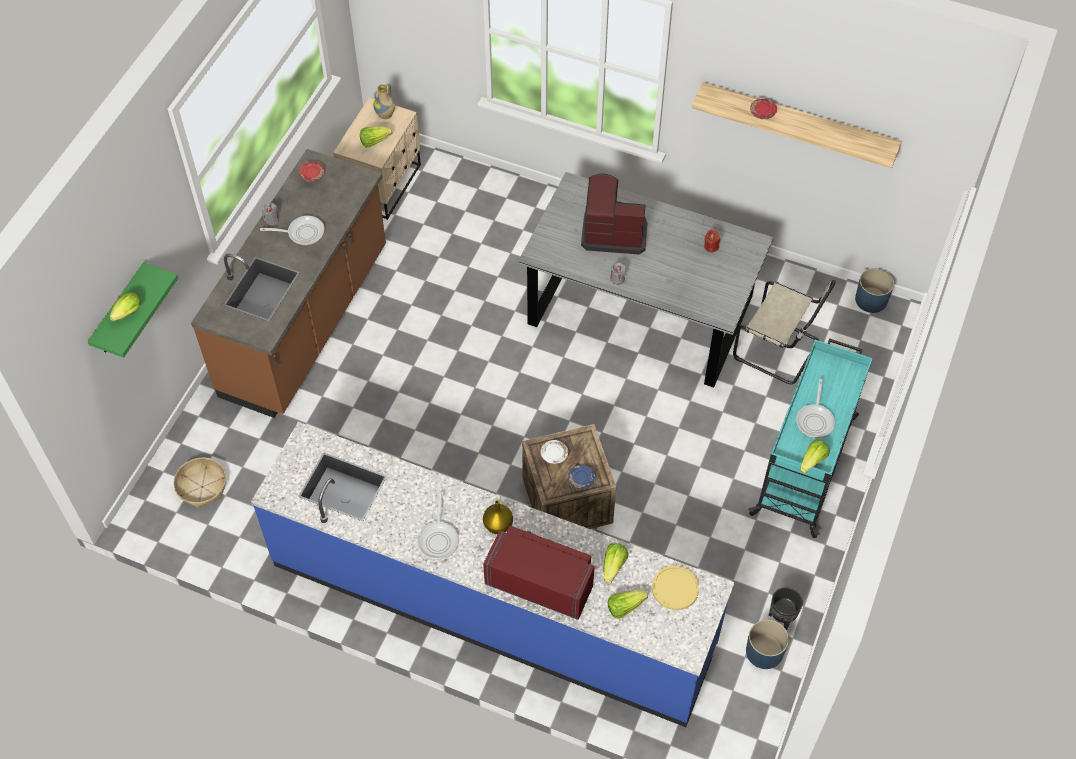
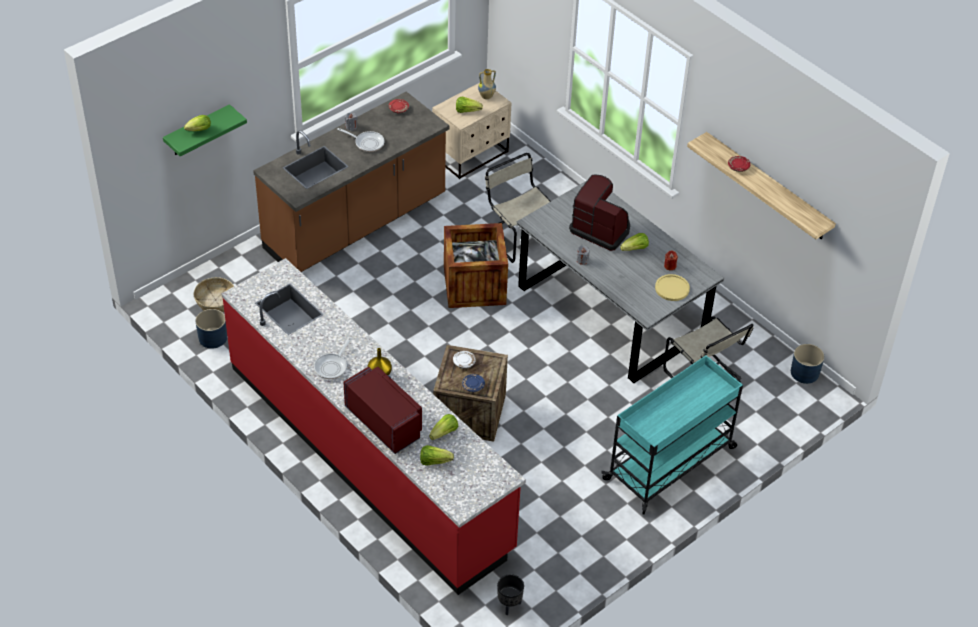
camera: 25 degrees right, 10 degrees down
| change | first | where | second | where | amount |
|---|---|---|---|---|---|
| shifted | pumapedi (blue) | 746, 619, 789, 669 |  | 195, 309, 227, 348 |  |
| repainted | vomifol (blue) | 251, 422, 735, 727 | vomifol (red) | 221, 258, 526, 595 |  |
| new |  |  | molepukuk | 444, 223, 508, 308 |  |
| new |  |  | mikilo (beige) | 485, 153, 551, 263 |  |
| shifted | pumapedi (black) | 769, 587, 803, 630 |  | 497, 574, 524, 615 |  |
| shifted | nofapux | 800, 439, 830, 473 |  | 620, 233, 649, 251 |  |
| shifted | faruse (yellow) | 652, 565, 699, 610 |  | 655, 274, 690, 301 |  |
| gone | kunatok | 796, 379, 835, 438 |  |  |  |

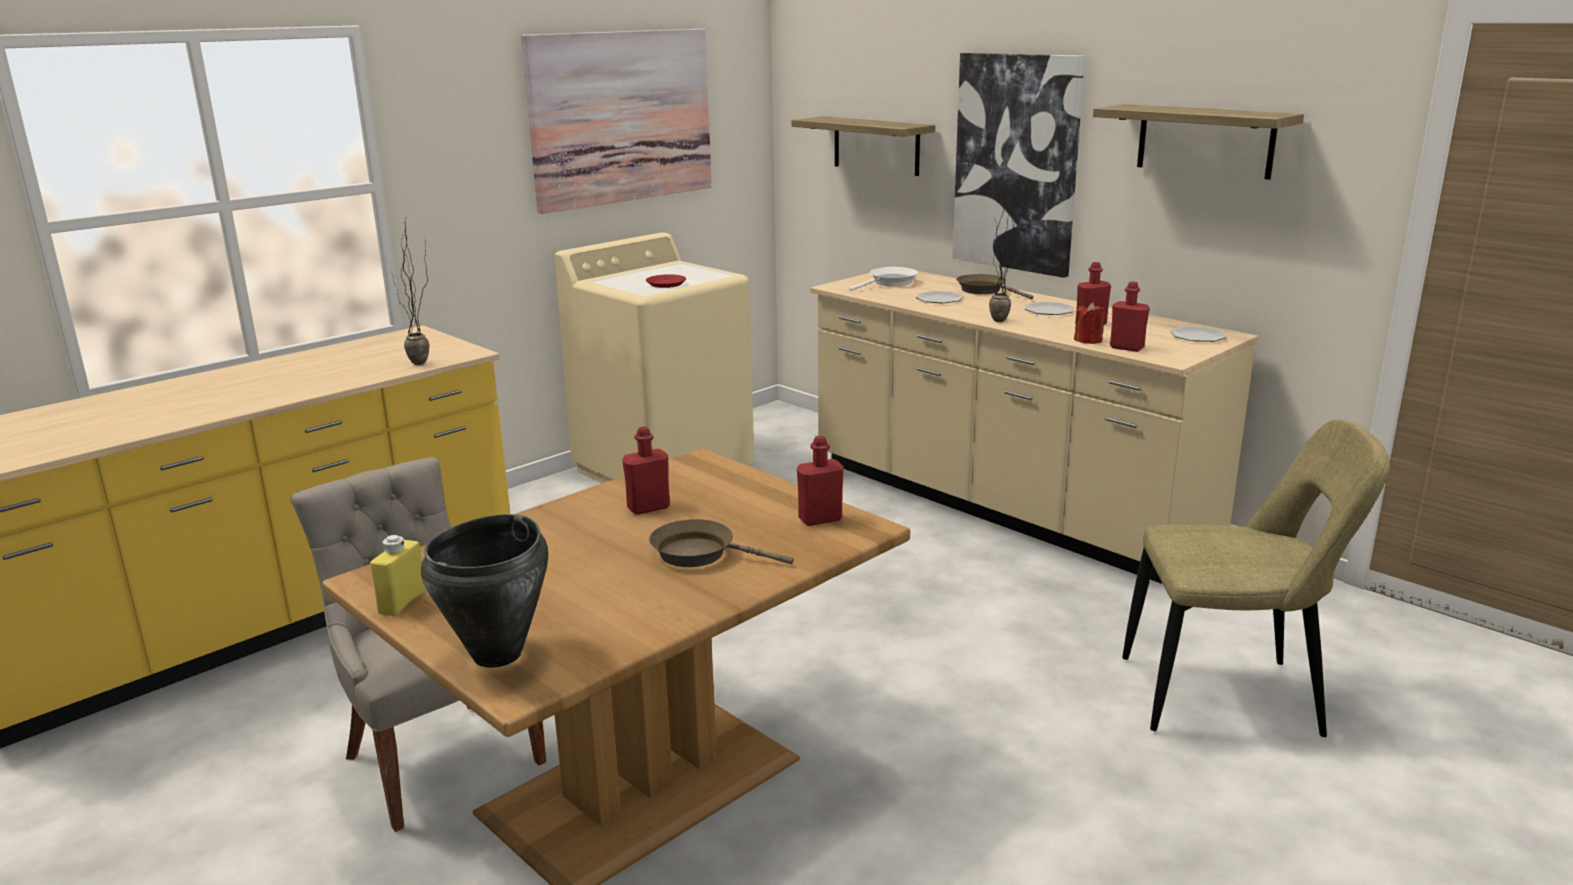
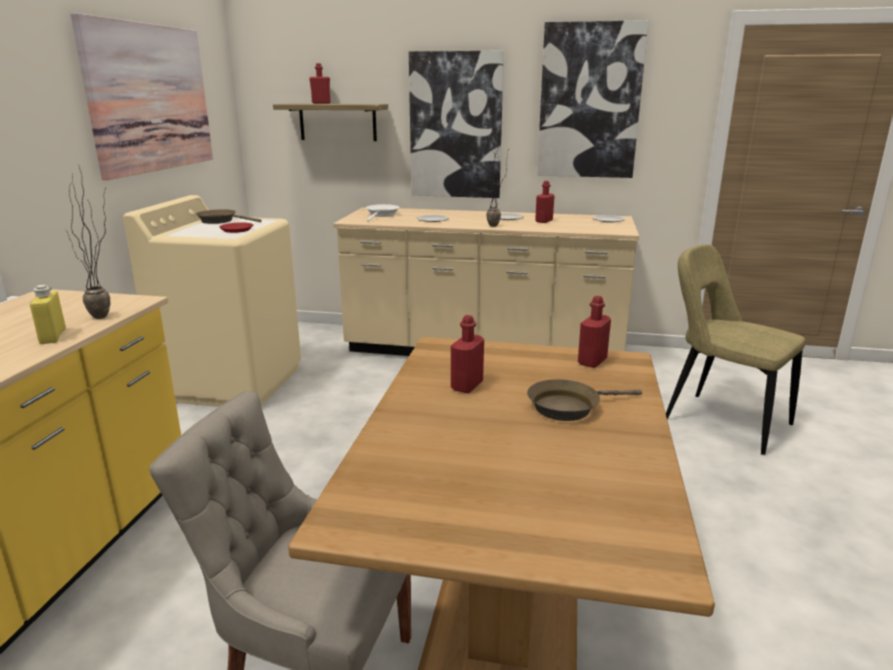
camera: 35 degrees left, 0 degrees up
| change | first | where | second | where | amount |
|---|---|---|---|---|---|
| shifted | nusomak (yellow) | 370, 535, 426, 616 |  | 30, 285, 66, 344 |  |
| shifted | kunatok (brown) | 956, 274, 1033, 299 |  | 196, 209, 261, 224 |  |
| shifted | nusomak (red) | 1110, 282, 1150, 352 |  | 309, 63, 330, 104 |  |
| swapped | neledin | 1093, 104, 1304, 180 | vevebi | 537, 20, 649, 178 |  |
| rotated | mikilo (beige) | 1122, 419, 1390, 737 |  | 666, 244, 805, 455 | 105 degrees counterclockwise |
| gone | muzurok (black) | 421, 514, 548, 668 |  |  |  |
| gone | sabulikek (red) | 1074, 302, 1105, 344 |  |  |  |

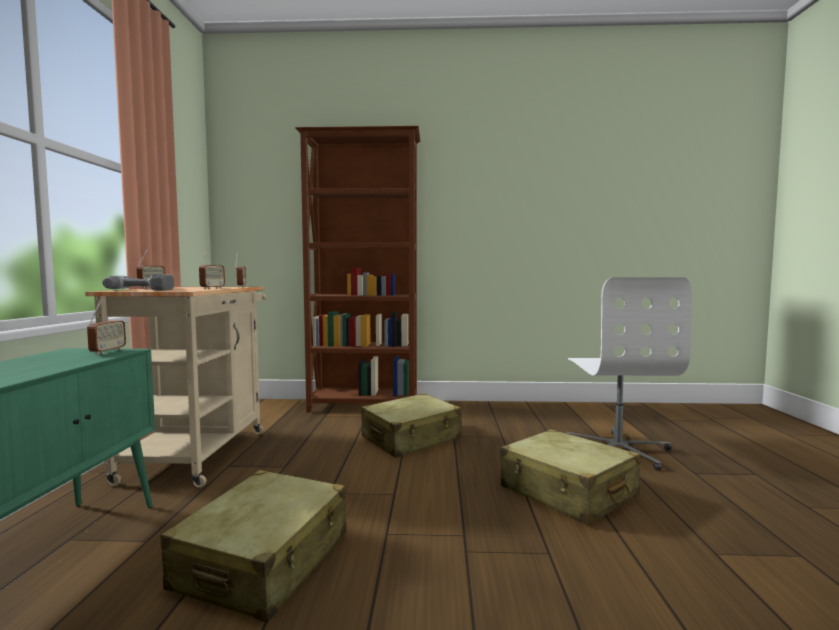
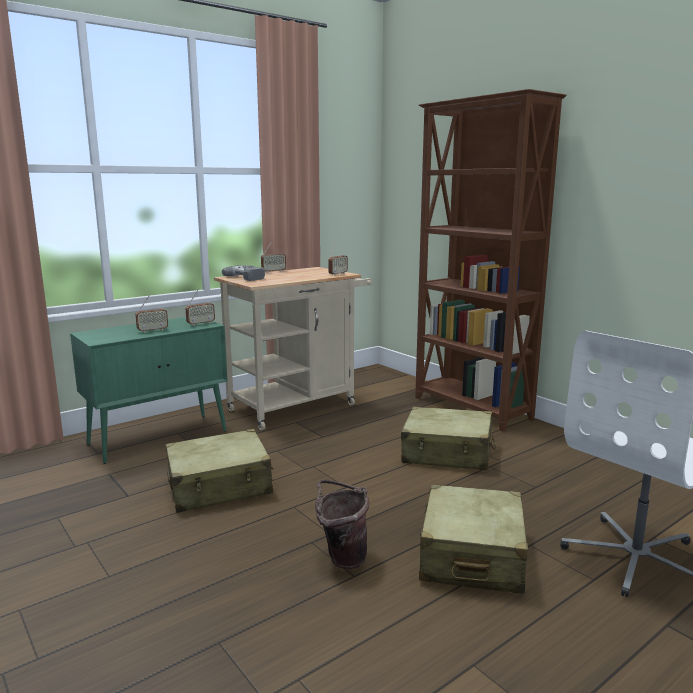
camera: 50 degrees right, 10 degrees up
| change | first | where | second | where | amount |
|---|---|---|---|---|---|
| shifted | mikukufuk | 199, 248, 225, 289 |  | 135, 294, 168, 333 |  |
| new |  |  | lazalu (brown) | 315, 479, 369, 569 |  |

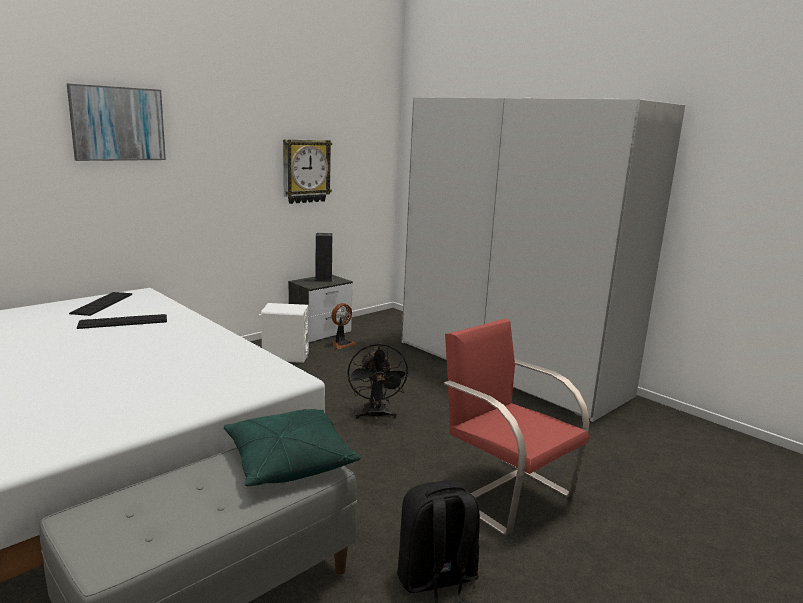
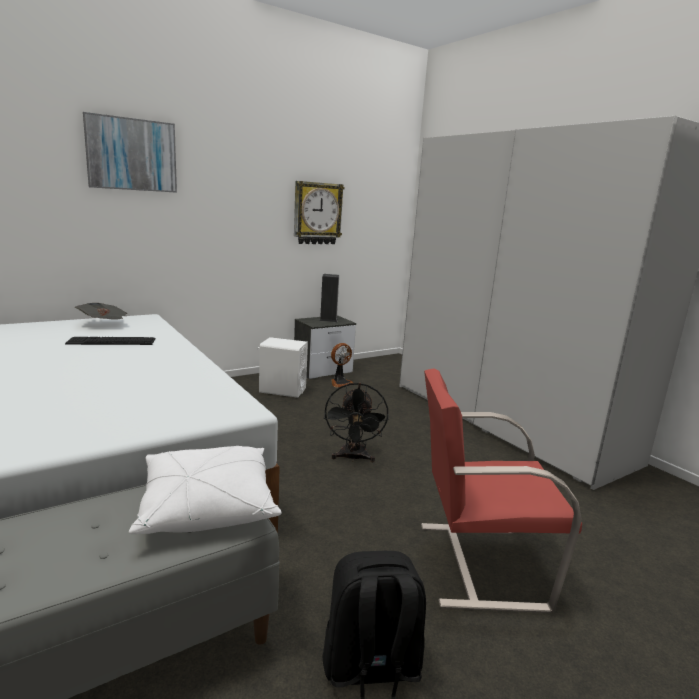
camera: 10 degrees right, 0 degrees up
| change | first | where | second | where | amount |
|---|---|---|---|---|---|
| swapped | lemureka | 69, 292, 132, 316 | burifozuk | 75, 303, 127, 319 |  |
| repainted | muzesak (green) | 224, 409, 361, 486 | muzesak (white) | 129, 446, 282, 534 |  |
| rotated | mikilo (red) | 444, 319, 590, 536 |  | 421, 368, 582, 613 | 60 degrees counterclockwise |

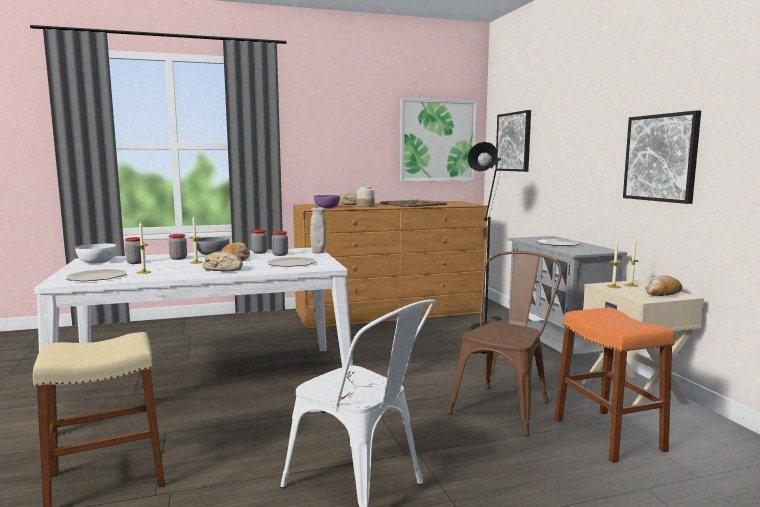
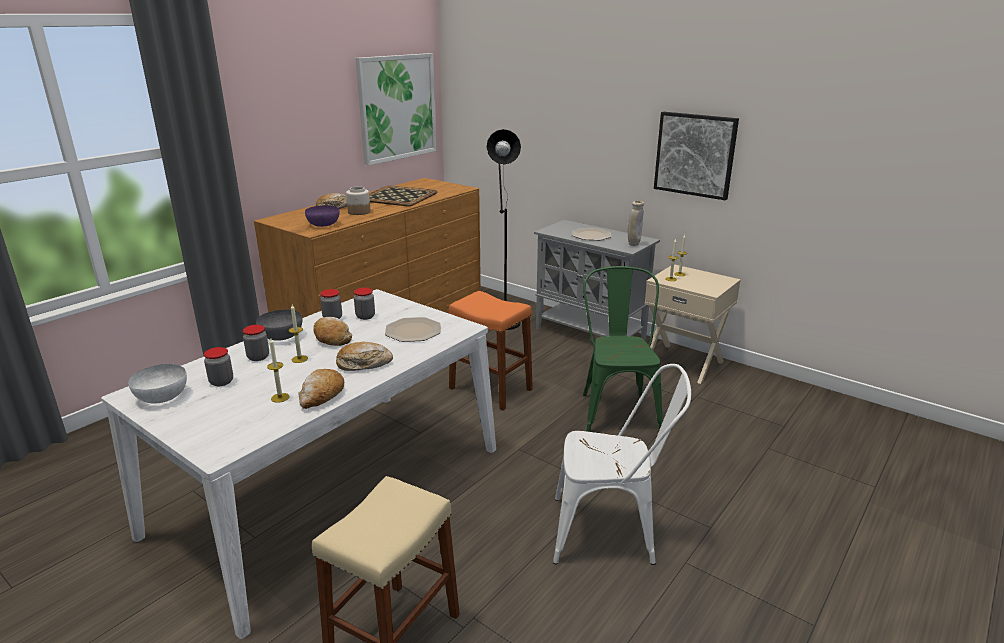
camera: 35 degrees left, 15 degrees up
| change | first | where | second | where | amount |
|---|---|---|---|---|---|
| shifted | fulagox | 645, 275, 682, 296 |  | 298, 369, 344, 409 |  |
| shifted | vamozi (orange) | 555, 307, 675, 463 |  | 449, 291, 533, 410 |  |
| repainted | mikilo (brown) | 448, 251, 562, 437 | mikilo (green) | 583, 266, 662, 432 |  |
| shifted | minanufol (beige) | 310, 207, 326, 254 |  | 628, 201, 644, 246 |  |
| gone | faruse | 66, 269, 126, 281 |  |  |  |
| gone | vevebi | 496, 110, 531, 172 |  |  |  |

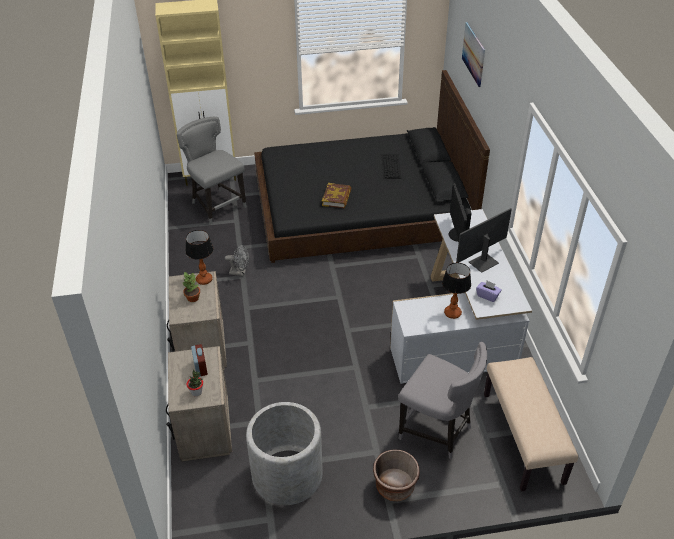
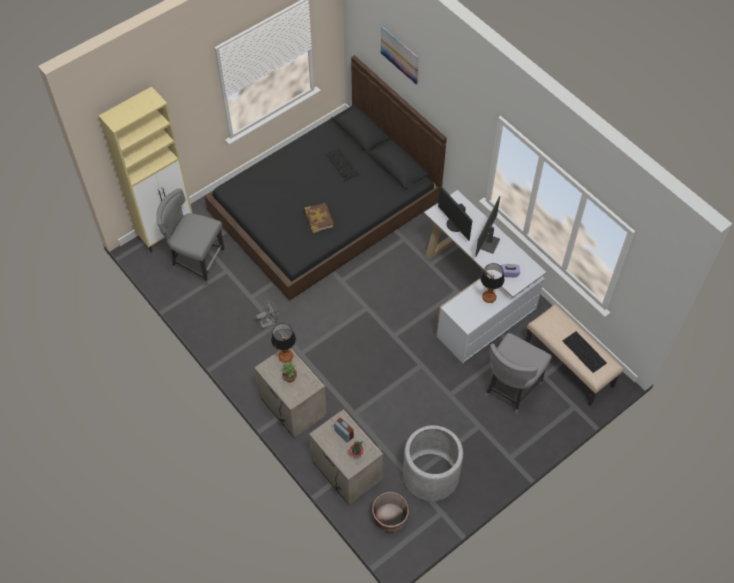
camera: 30 degrees left, 15 degrees up
| change | first | where | second | where | amount |
|---|---|---|---|---|---|
| shifted | pumapedi (brown) | 373, 450, 420, 501 |  | 372, 492, 409, 532 |  |
| rotated | mikilo (grey) | 398, 342, 487, 460 |  | 485, 333, 552, 414 | 120 degrees clockwise |
| new |  |  | lemureka | 562, 331, 607, 373 |  |

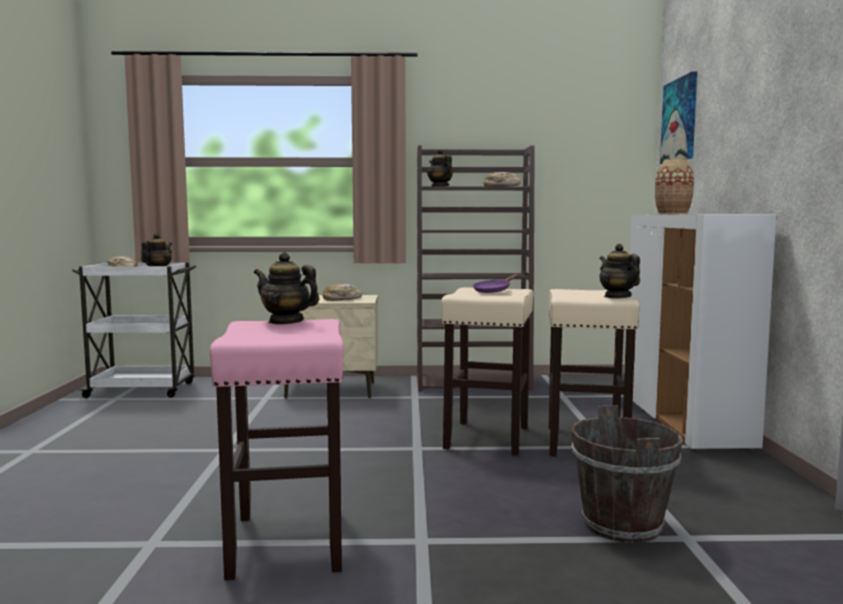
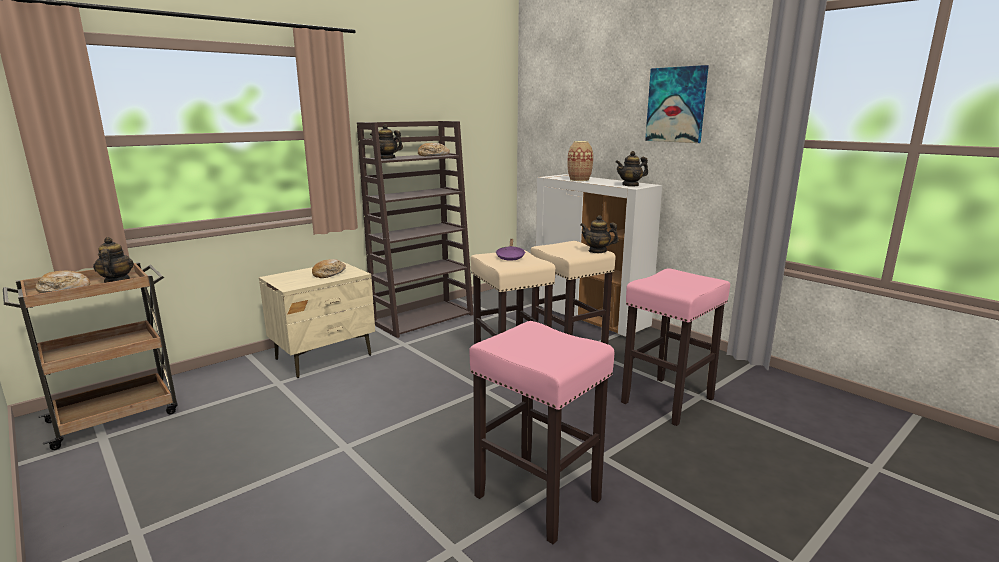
camera: 40 degrees left, 10 degrees up
| change | first | where | second | where | amount |
|---|---|---|---|---|---|
| repainted | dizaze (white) | 72, 263, 196, 398 | dizaze (brown) | 3, 262, 178, 450 |  |
| shifted | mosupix | 254, 252, 319, 325 |  | 616, 151, 648, 186 |  |
| swapped | lazalu (brown) | 571, 406, 683, 543 | vamozi (pink) | 621, 268, 730, 426 |  |
| shifted | vevebi | 660, 72, 697, 164 |  | 645, 65, 709, 143 |  |

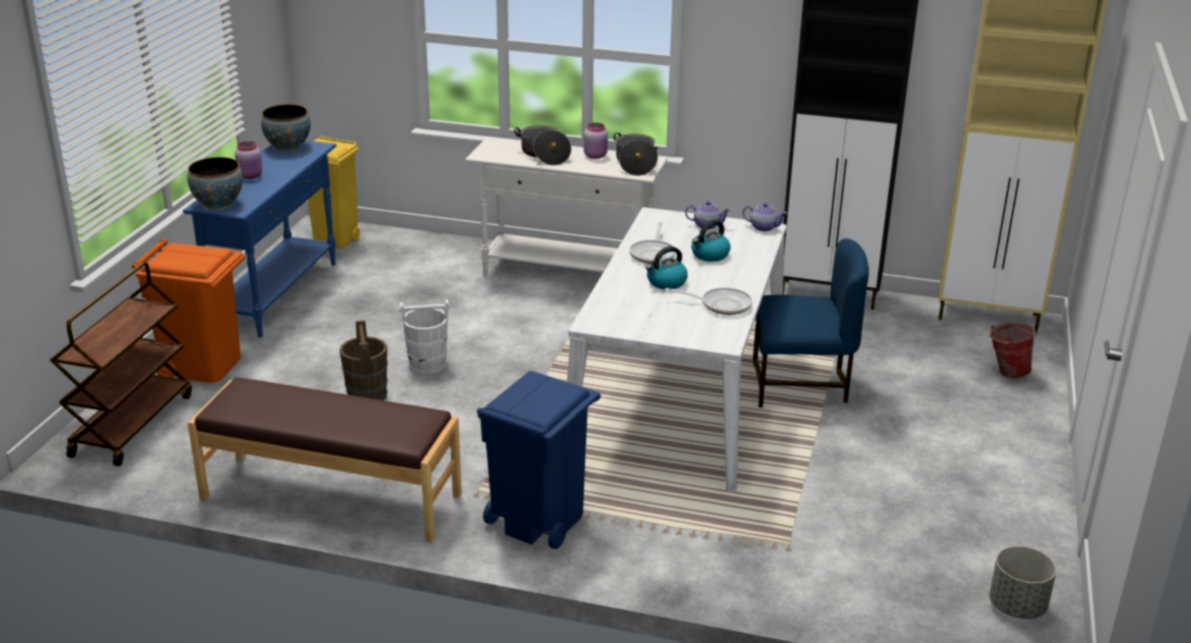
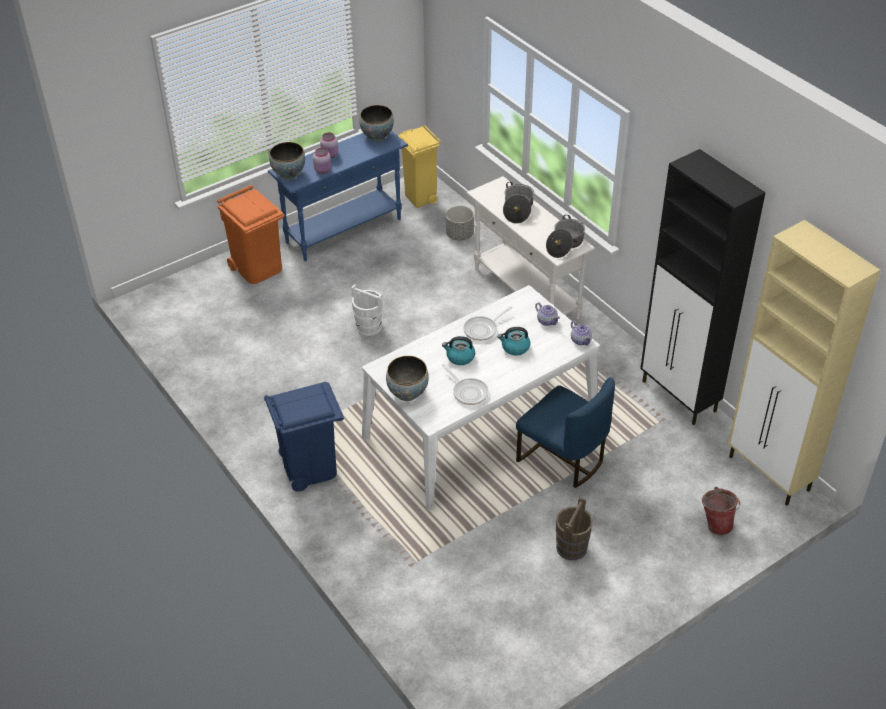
camera: 40 degrees right, 15 degrees up
| change | first | where | second | where | amount |
|---|---|---|---|---|---|
| shifted | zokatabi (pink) | 584, 123, 608, 159 |  | 313, 148, 331, 174 |  |
| new |  |  | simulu | 386, 356, 429, 401 |  |
| shifted | pumapedi (grey) | 989, 546, 1057, 619 |  | 446, 206, 474, 241 |  |
| shifted | lazalu (brown) | 339, 320, 388, 401 |  | 556, 497, 593, 560 |  |
| gone | dizaze (brown) | 50, 262, 192, 466 |  |  |  |
| gone | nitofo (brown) | 188, 377, 462, 543 |  |  |  |

